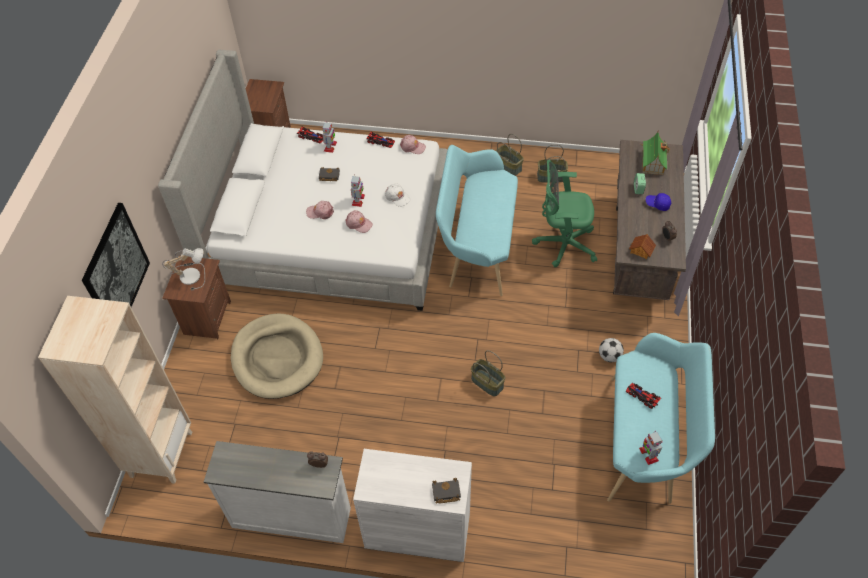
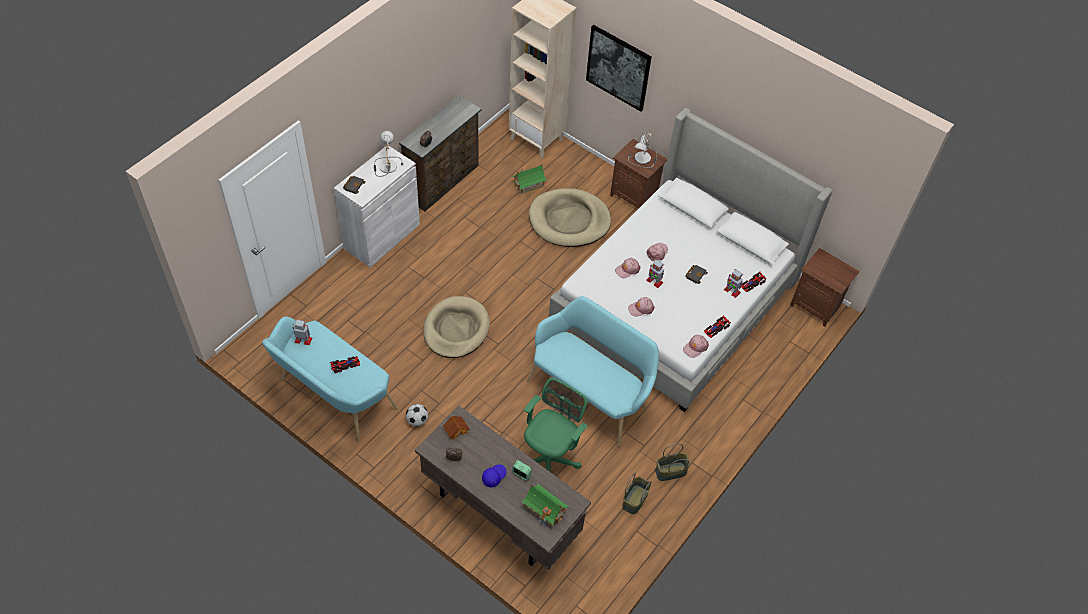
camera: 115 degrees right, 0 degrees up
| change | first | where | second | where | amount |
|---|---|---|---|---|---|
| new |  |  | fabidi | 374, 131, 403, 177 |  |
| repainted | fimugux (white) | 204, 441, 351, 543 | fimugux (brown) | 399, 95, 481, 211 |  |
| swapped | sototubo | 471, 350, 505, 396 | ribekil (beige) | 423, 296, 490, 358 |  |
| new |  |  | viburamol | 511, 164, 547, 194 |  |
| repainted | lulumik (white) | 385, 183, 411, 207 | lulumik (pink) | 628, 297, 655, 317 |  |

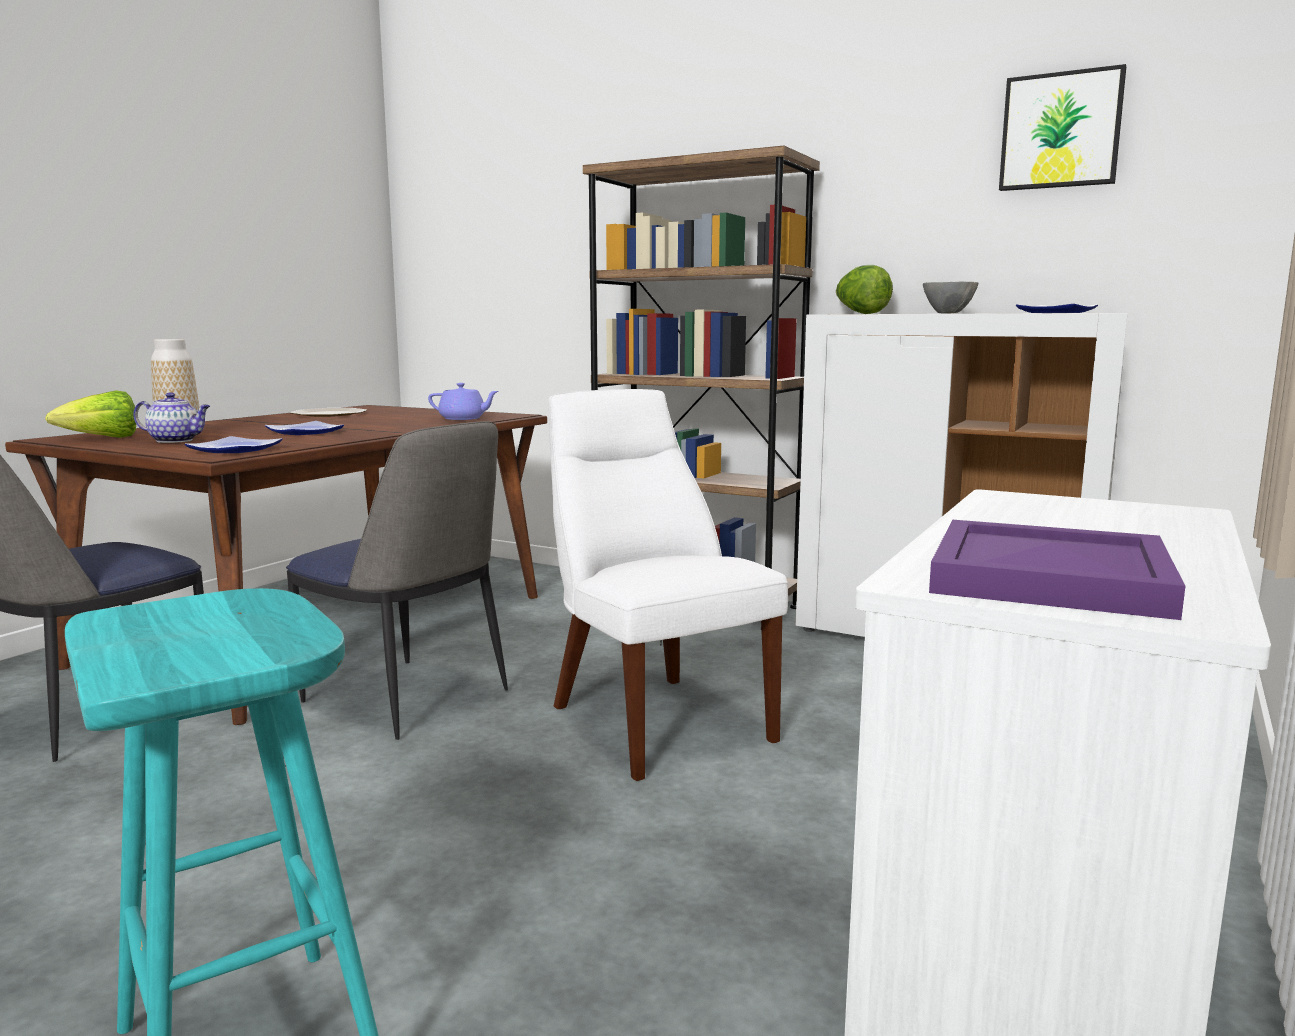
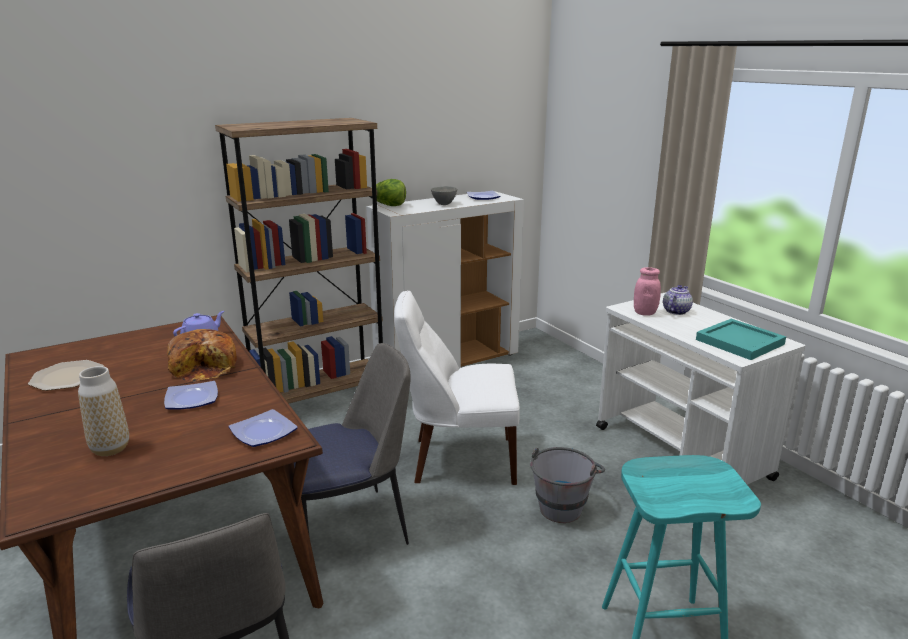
camera: 60 degrees left, 10 degrees up
| change | first | where | second | where | amount |
|---|---|---|---|---|---|
| new |  |  | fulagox | 167, 329, 237, 382 |  |
| new |  |  | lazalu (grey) | 530, 447, 605, 523 |  |
| new |  |  | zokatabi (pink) | 634, 267, 661, 316 |  |
| shifted | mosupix | 133, 392, 210, 443 |  | 663, 285, 693, 315 |  |
| repainted | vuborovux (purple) | 929, 520, 1185, 620 | vuborovux (turquoise) | 696, 319, 786, 360 |  |
| gone | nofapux | 45, 390, 136, 438 |  |  |  |
| gone | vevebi | 999, 64, 1126, 191 |  |  |  |

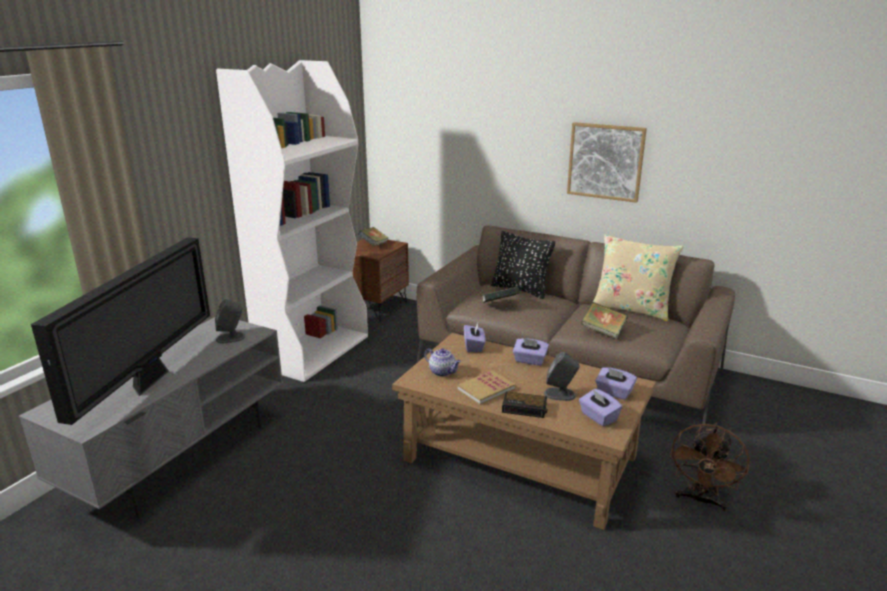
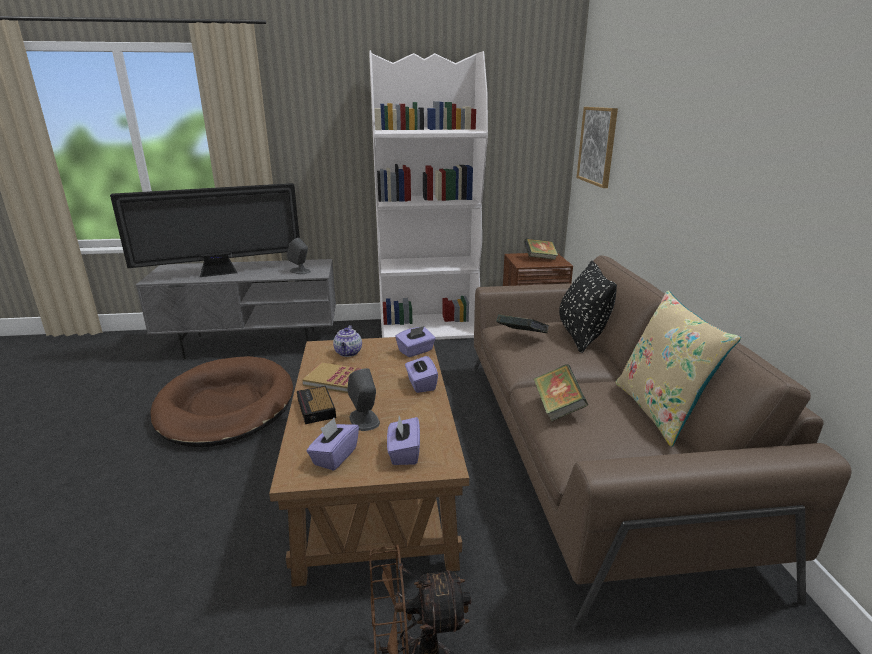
camera: 55 degrees right, 0 degrees up
| change | first | where | second | where | amount |
|---|---|---|---|---|---|
| new |  |  | ribekil (brown) | 150, 356, 293, 447 |  |
| shifted | vevebi | 567, 122, 647, 203 |  | 577, 107, 618, 188 |  |

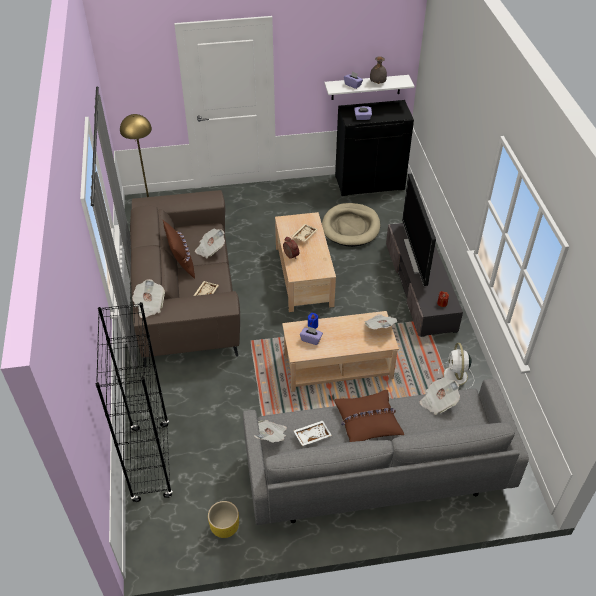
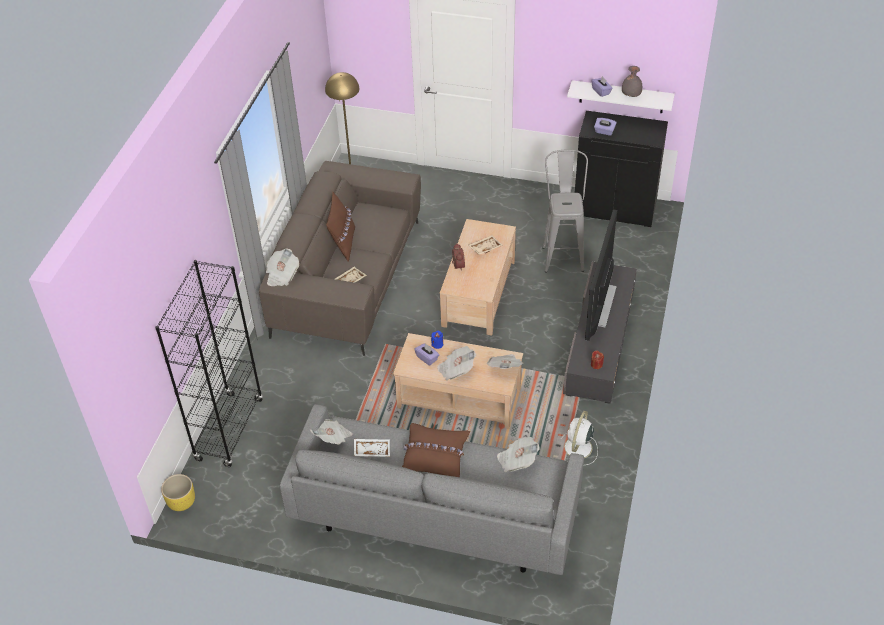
camera: 25 degrees right, 0 degrees up
| change | first | where | second | where | amount |
|---|---|---|---|---|---|
| shifted | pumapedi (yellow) | 208, 501, 239, 538 |  | 161, 474, 195, 511 |  |
| shifted | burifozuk | 195, 228, 225, 258 |  | 437, 346, 476, 381 |  |
| swapped | ribekil (beige) | 322, 203, 380, 247 | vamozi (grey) | 542, 150, 588, 273 |  |

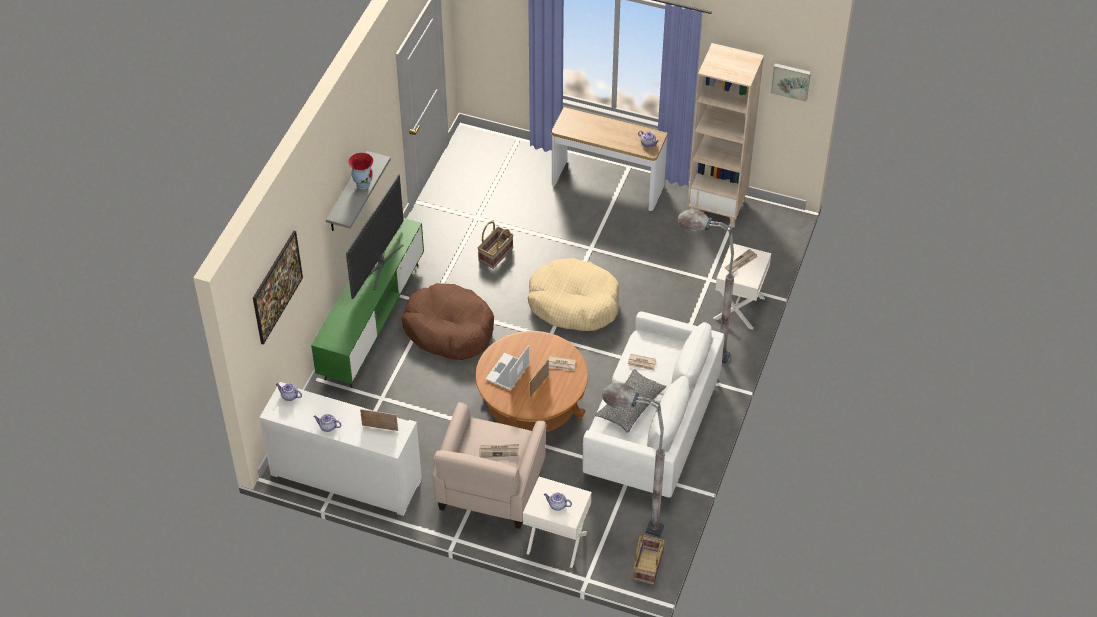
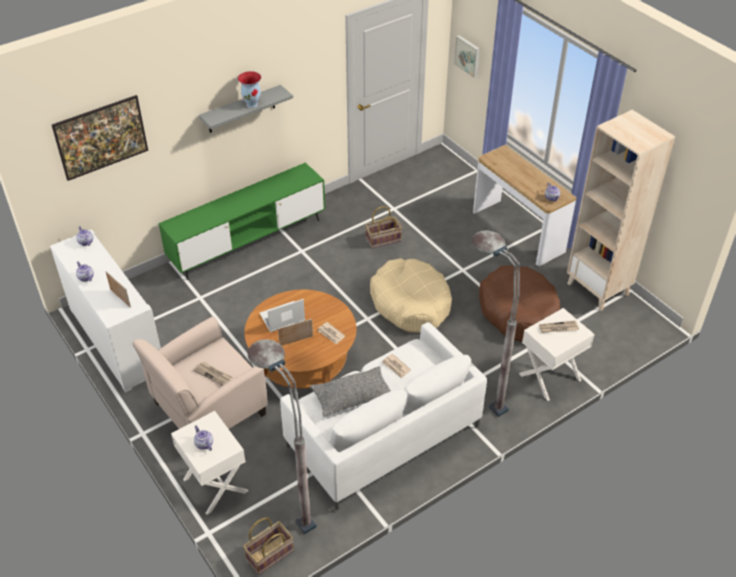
camera: 35 degrees right, 5 degrees down
| change | first | where | second | where | amount |
|---|---|---|---|---|---|
| shifted | vevebi | 771, 63, 811, 102 |  | 454, 35, 480, 78 |  |
| shifted | ribekil (brown) | 402, 283, 494, 360 |  | 479, 265, 560, 341 |  |
| gone | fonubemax | 346, 174, 404, 299 |  |  |  |

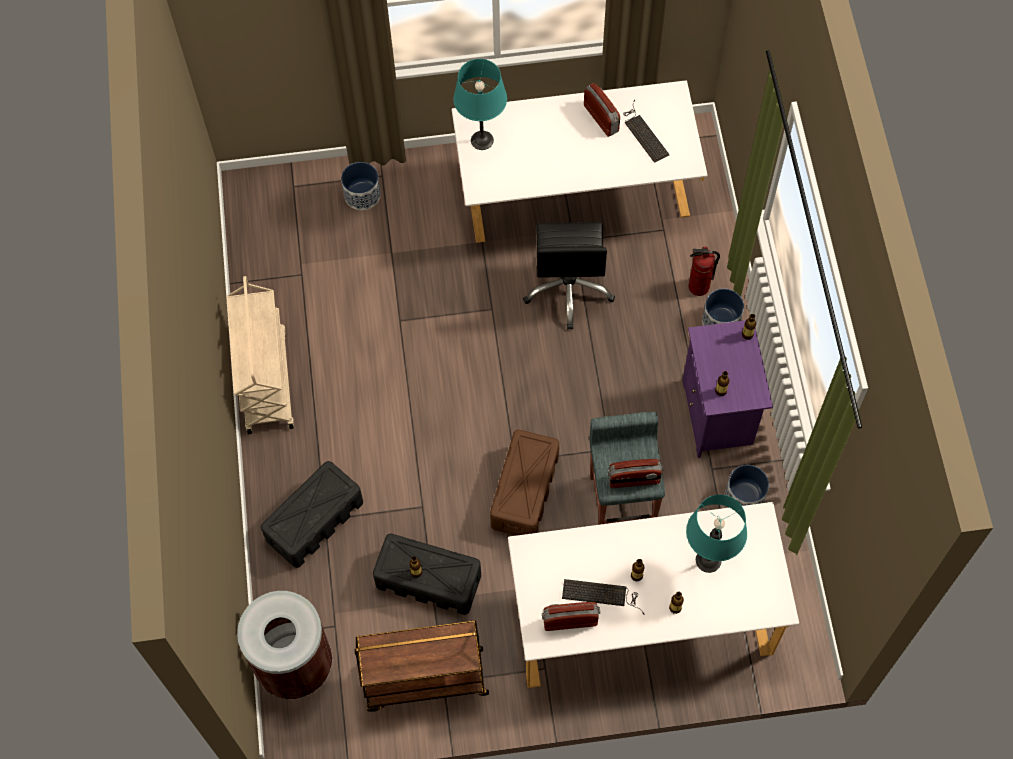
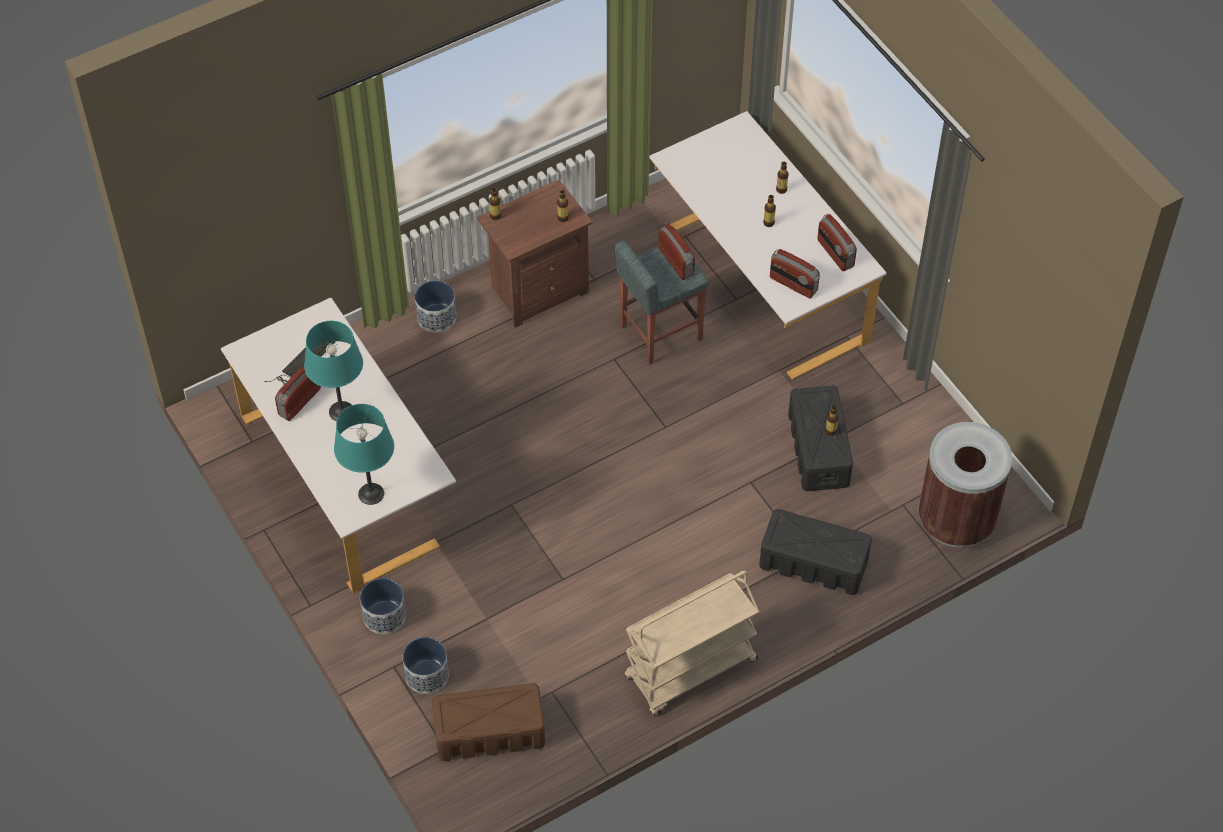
camera: 115 degrees left, 10 degrees down
| change | first | where | second | where | amount |
|---|---|---|---|---|---|
| shifted | fabidi (turquoise) | 686, 495, 747, 573 |  | 304, 321, 363, 421 |  |
| shifted | pumapedi | 725, 465, 769, 506 |  | 360, 578, 406, 634 |  |
| shifted | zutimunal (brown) | 490, 430, 559, 536 |  | 432, 683, 545, 761 |  |
| repainted | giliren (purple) | 682, 320, 773, 458 | giliren (brown) | 477, 180, 592, 328 |  |
| new |  |  | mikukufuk | 770, 249, 820, 299 |  |
| gone | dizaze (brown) | 355, 620, 489, 712 |  |  |  |
| gone | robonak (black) | 523, 222, 615, 330 |  |  |  |
| gone | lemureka | 562, 579, 645, 615 |  |  |  |
| gone | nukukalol | 688, 247, 720, 296 |  |  |  |

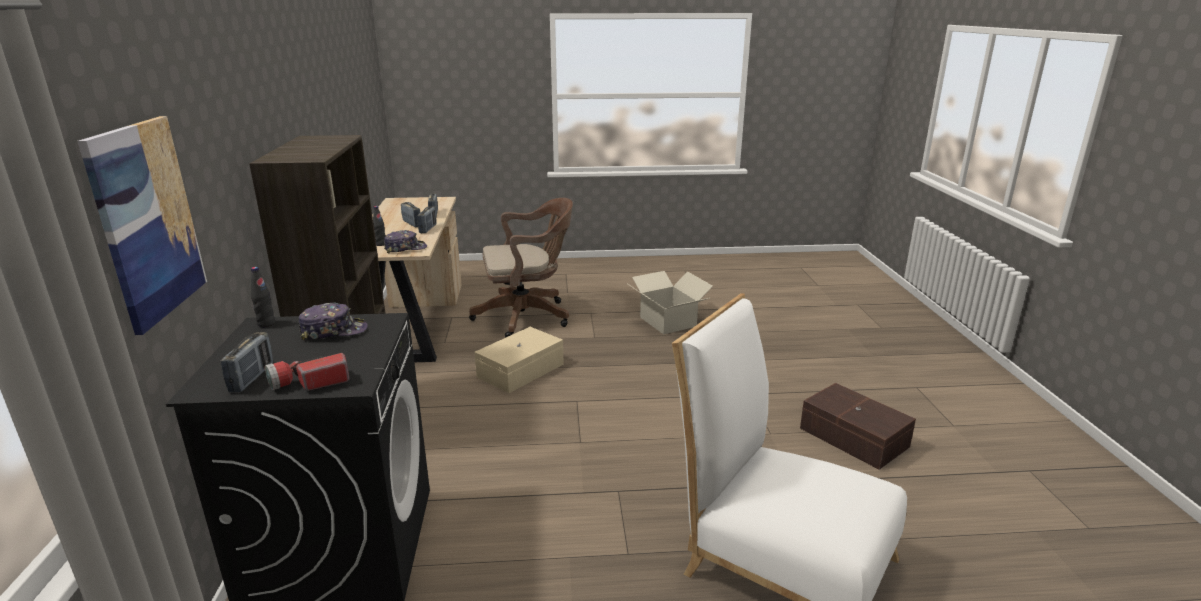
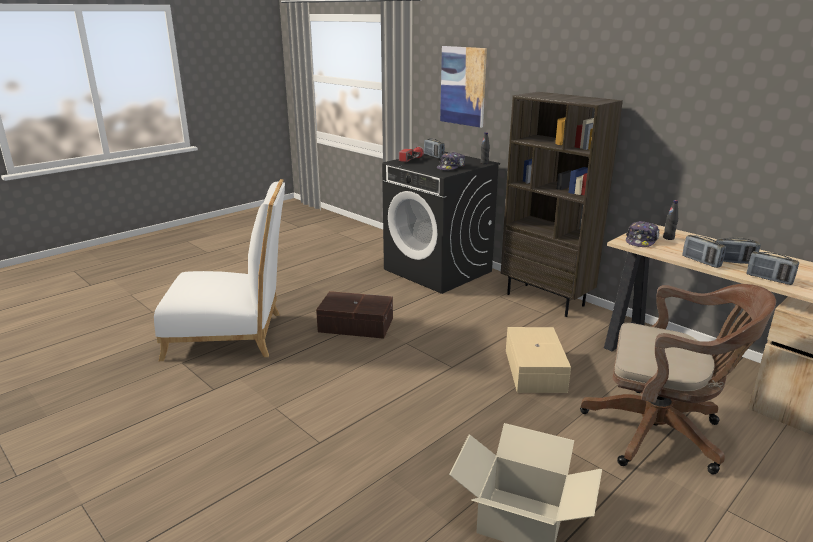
camera: 140 degrees right, 0 degrees up
| change | first | where | second | where | amount |
|---|---|---|---|---|---|
| shifted | zutimunal (brown) | 800, 383, 916, 470 |  | 316, 291, 393, 339 |  |
| rotated | robonak (brown) | 469, 198, 573, 337 |  | 580, 284, 776, 475 | 105 degrees counterclockwise |

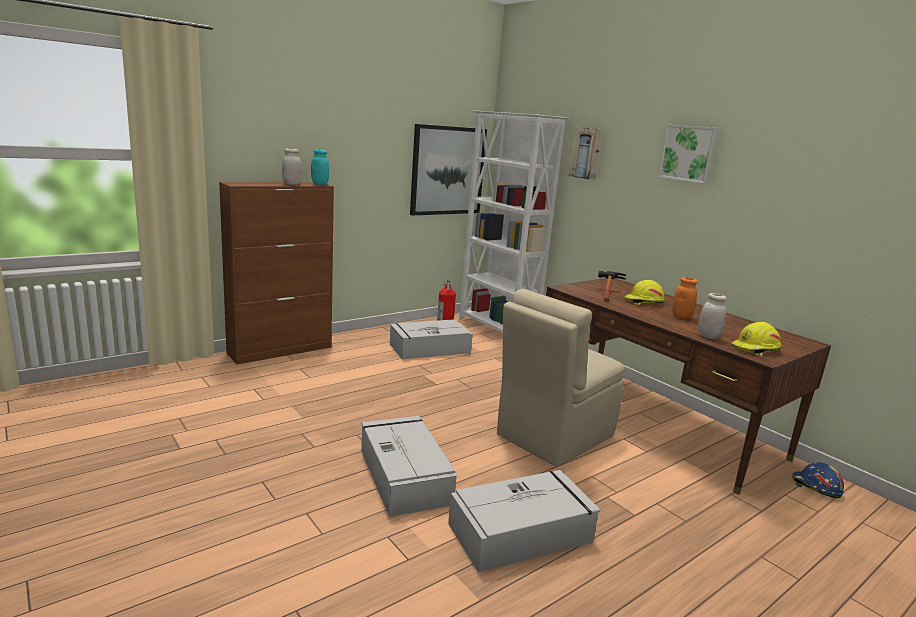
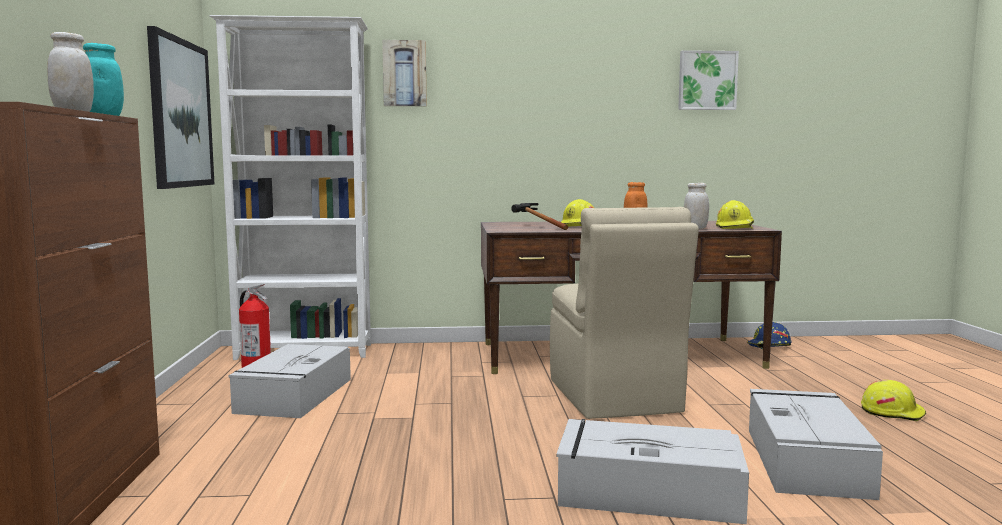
camera: 55 degrees left, 10 degrees down
| change | first | where | second | where | amount |
|---|---|---|---|---|---|
| shifted | vevebi | 659, 125, 719, 184 |  | 678, 50, 739, 110 |  |
| new |  |  | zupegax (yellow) | 861, 380, 926, 421 |  |

